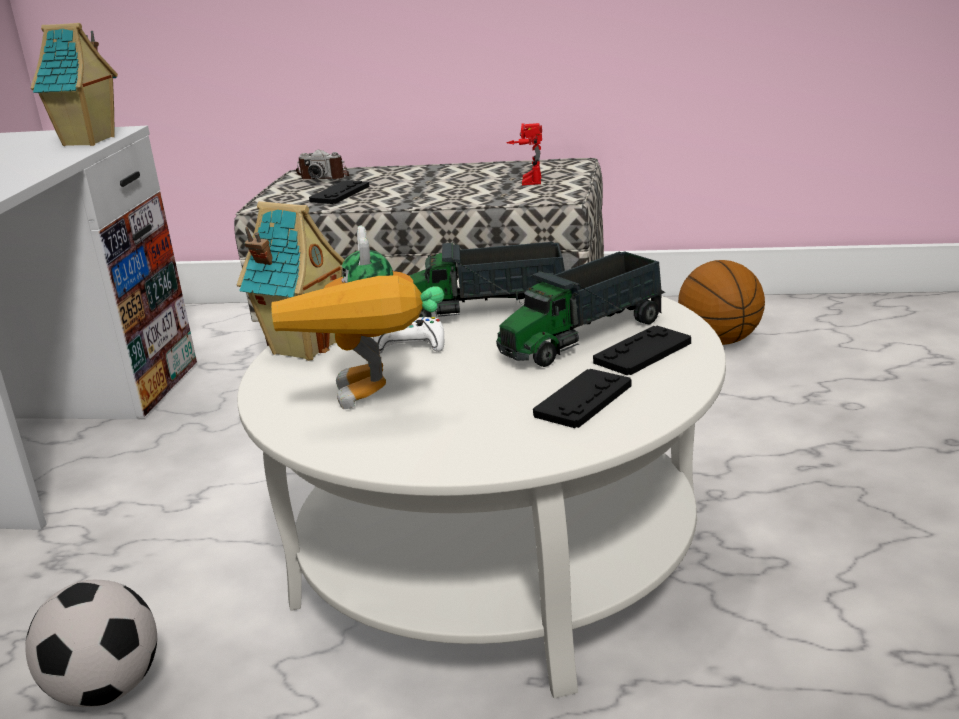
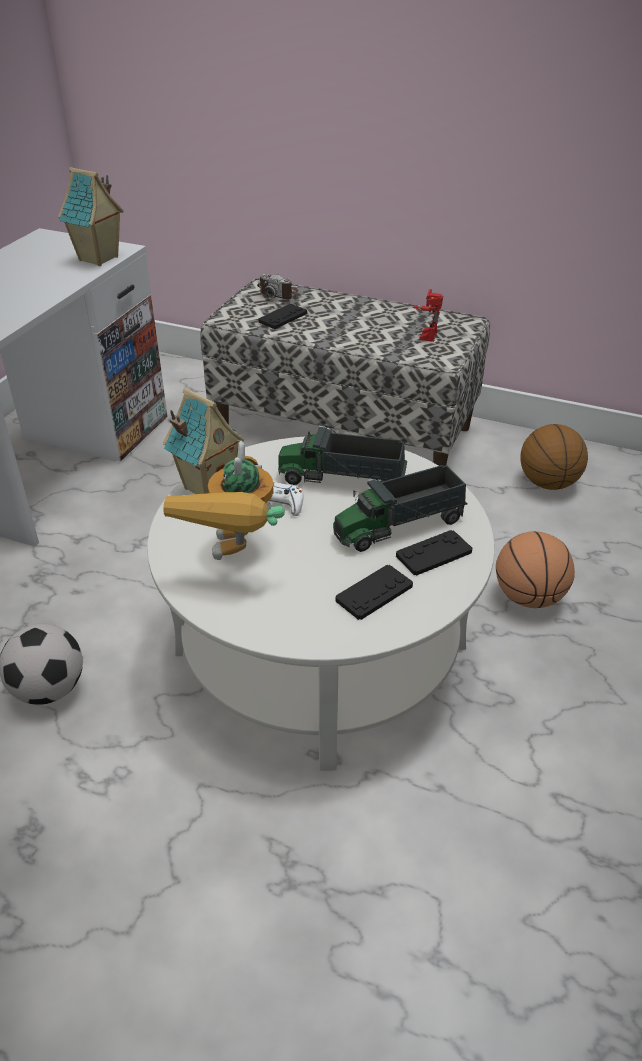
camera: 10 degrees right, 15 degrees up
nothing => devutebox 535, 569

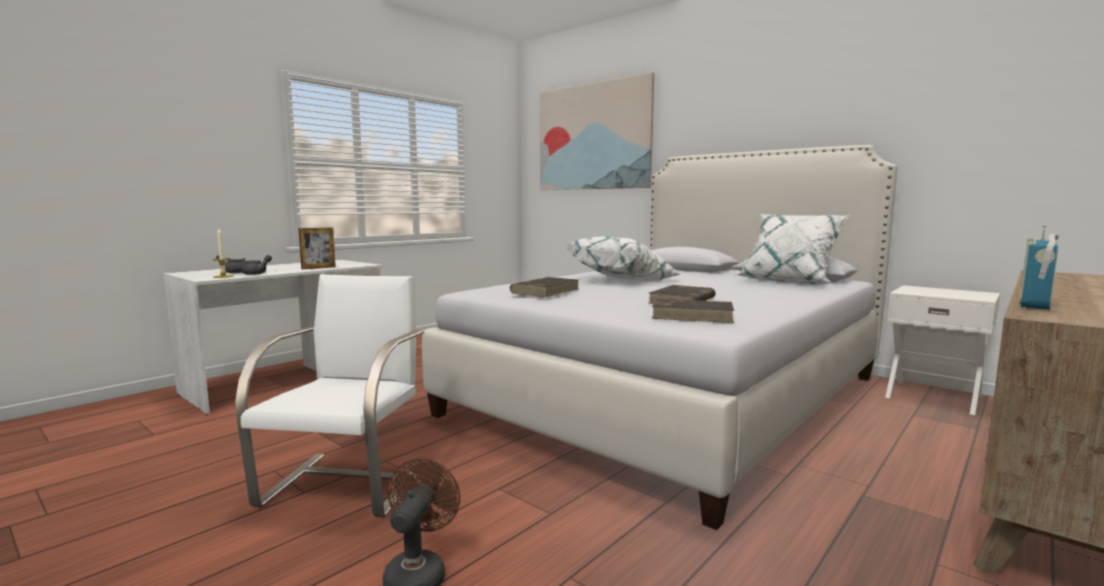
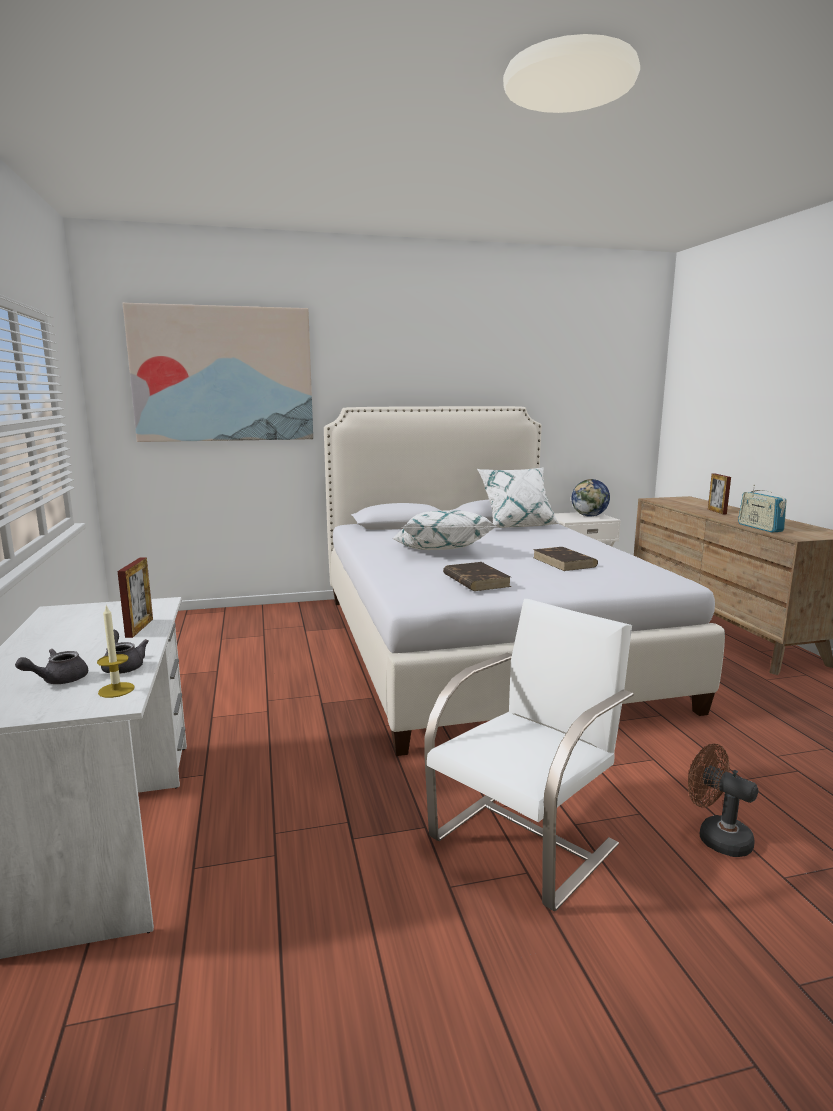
camera: 55 degrees left, 5 degrees up
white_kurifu 329, 395 => white_kurifu 529, 755, 90 degrees clockwise
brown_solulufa 693, 311 => nothing
nothing => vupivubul 591, 498
nothing => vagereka 719, 494

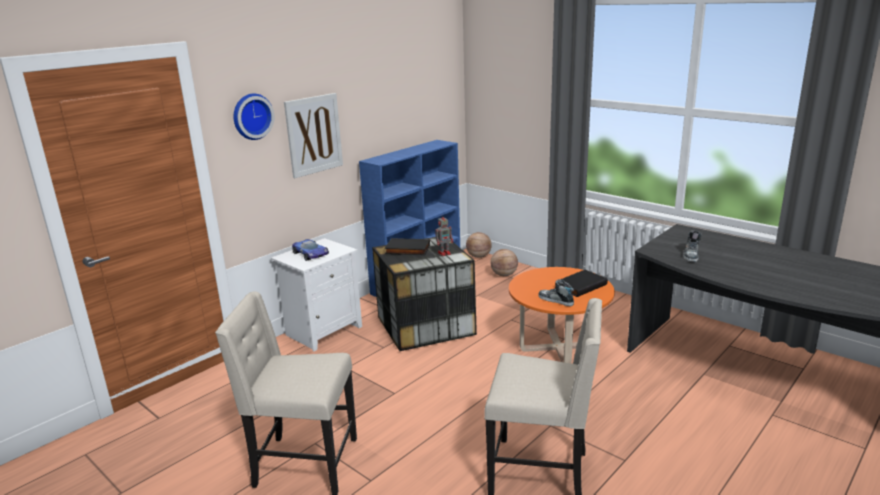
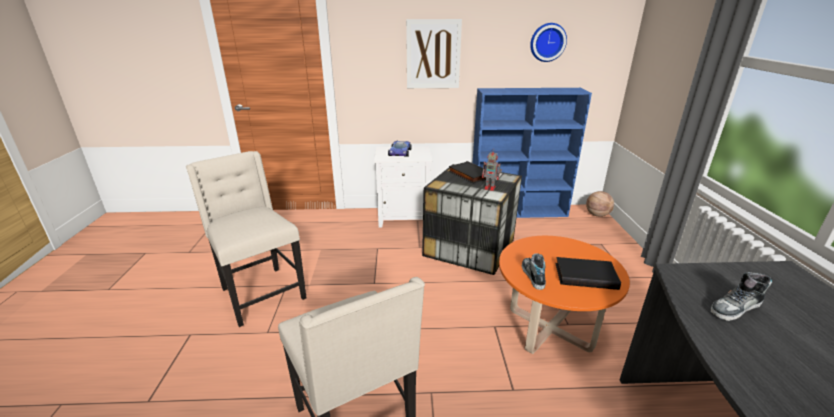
camera: 45 degrees right, 5 degrees up
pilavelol 254, 116 => pilavelol 548, 42, relocated
devutebox 504, 262 => nothing

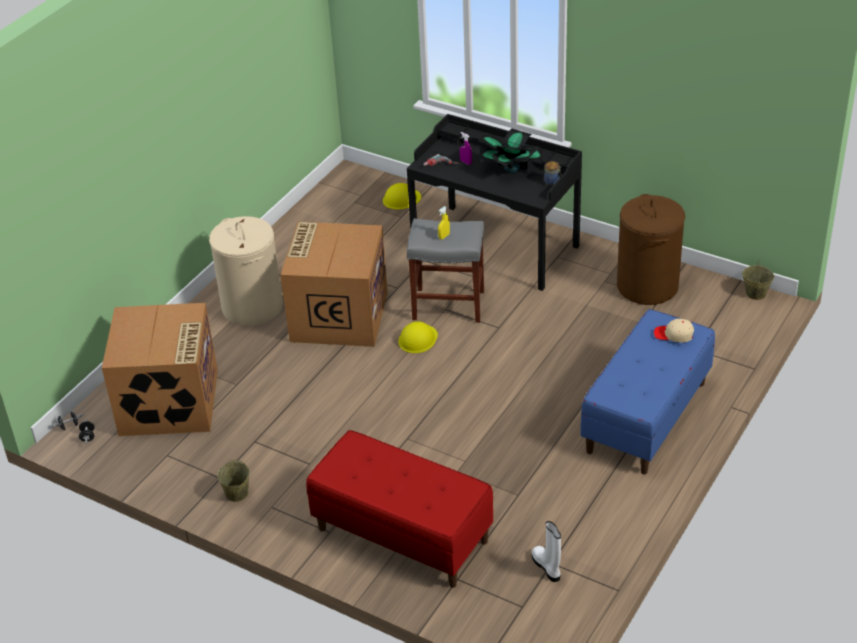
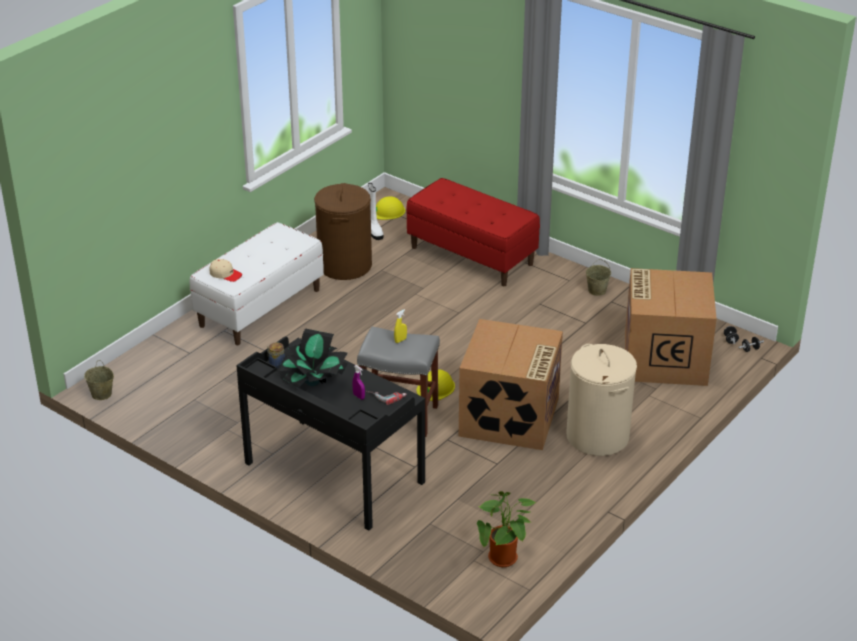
camera: 175 degrees left, 5 degrees down
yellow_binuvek 402, 196 => yellow_binuvek 390, 208, relocated
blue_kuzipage 647, 391 => white_kuzipage 257, 283
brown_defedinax 651, 249 => brown_defedinax 343, 231, relocated
nothing => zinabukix 506, 529

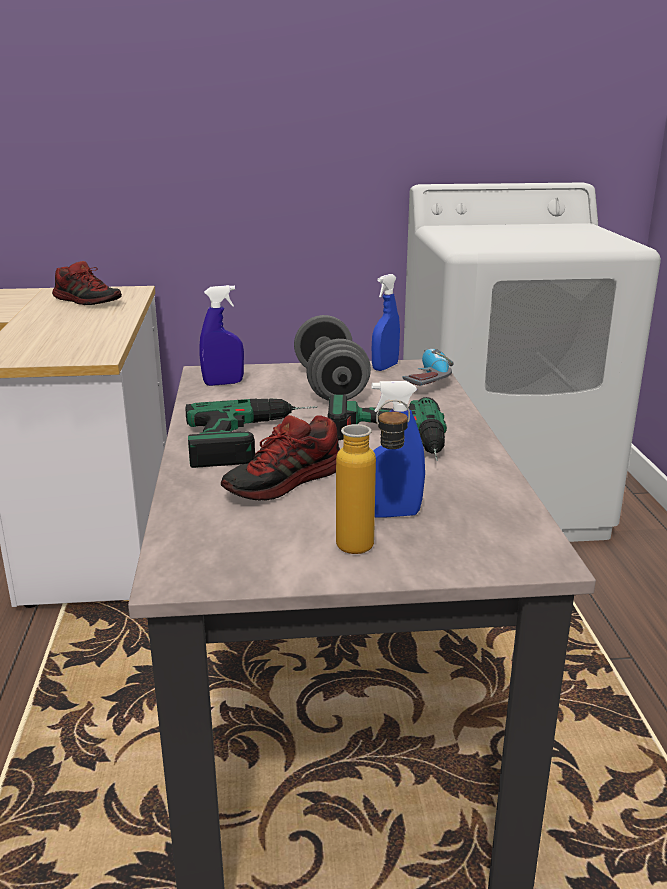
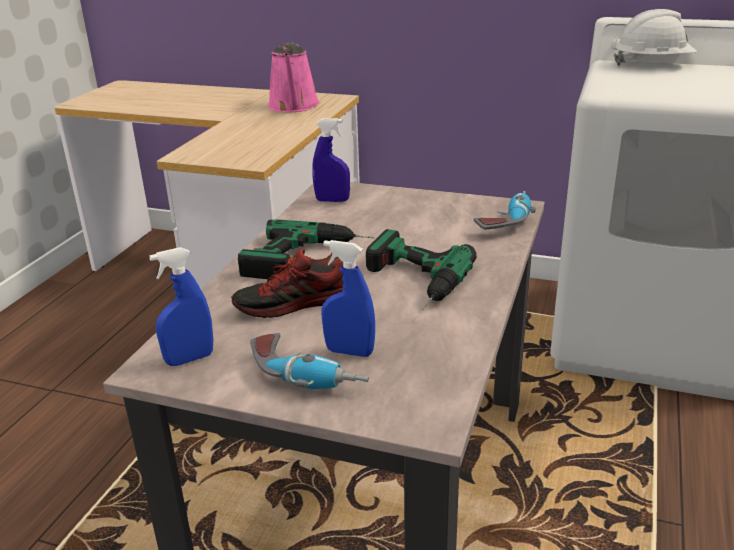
camera: 25 degrees right, 5 degrees up
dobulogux 87, 283 => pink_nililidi 294, 77
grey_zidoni 332, 358 => nothing
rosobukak 373, 477 => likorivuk 309, 361
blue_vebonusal 386, 322 => blue_vebonusal 181, 306, relocated
nothing => white_binuvek 655, 37

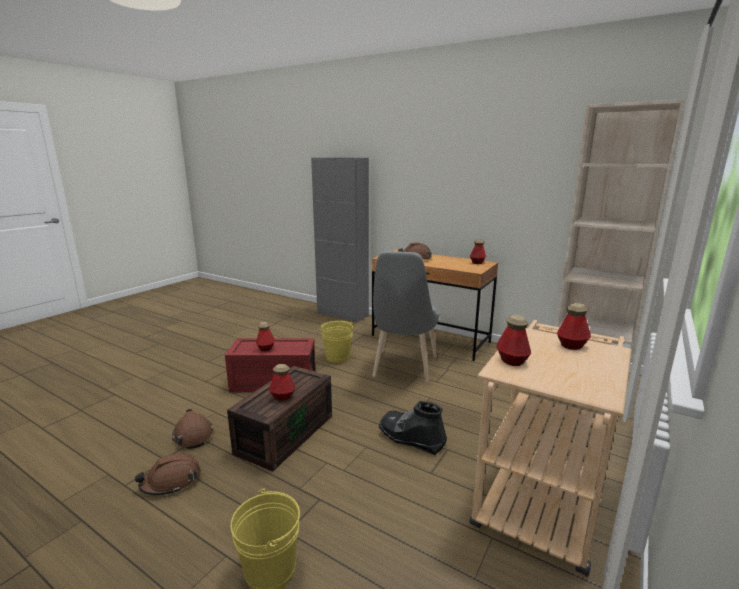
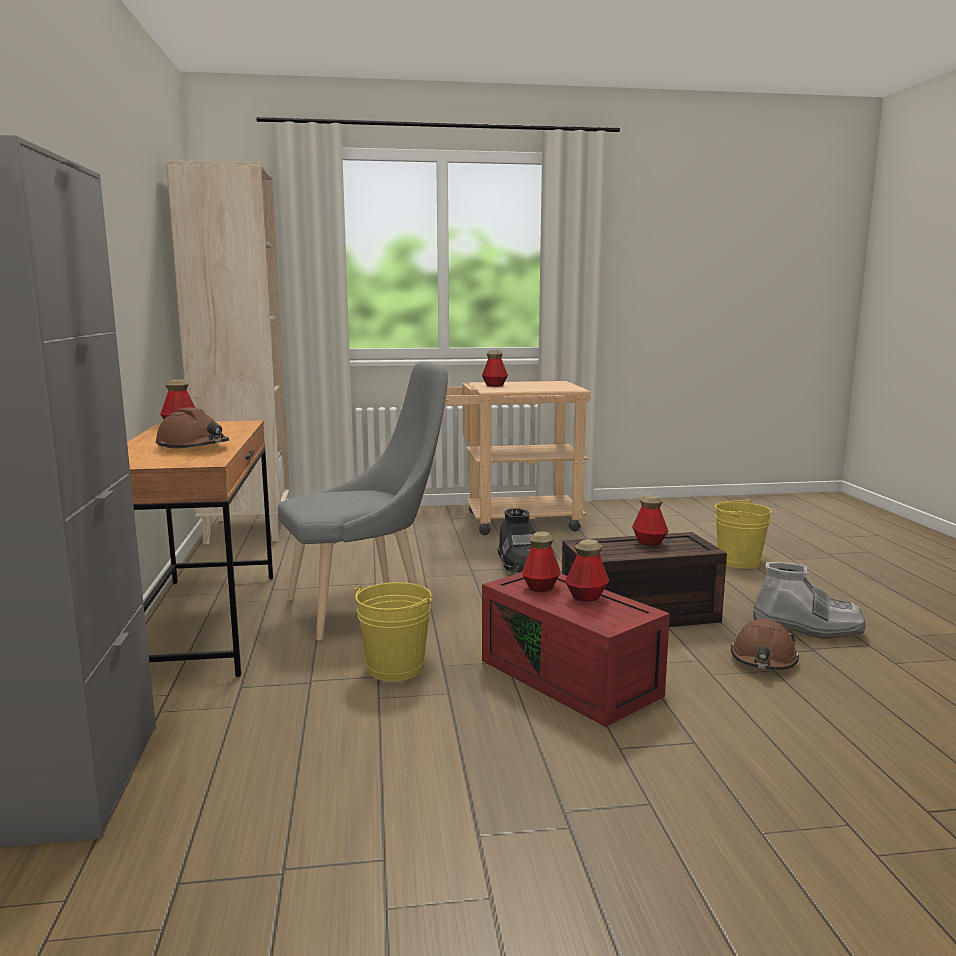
camera: 130 degrees left, 5 degrees down
brown_binuvek 168, 474 => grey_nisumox 809, 600
rosobukak 514, 340 => rosobukak 541, 561, relocated

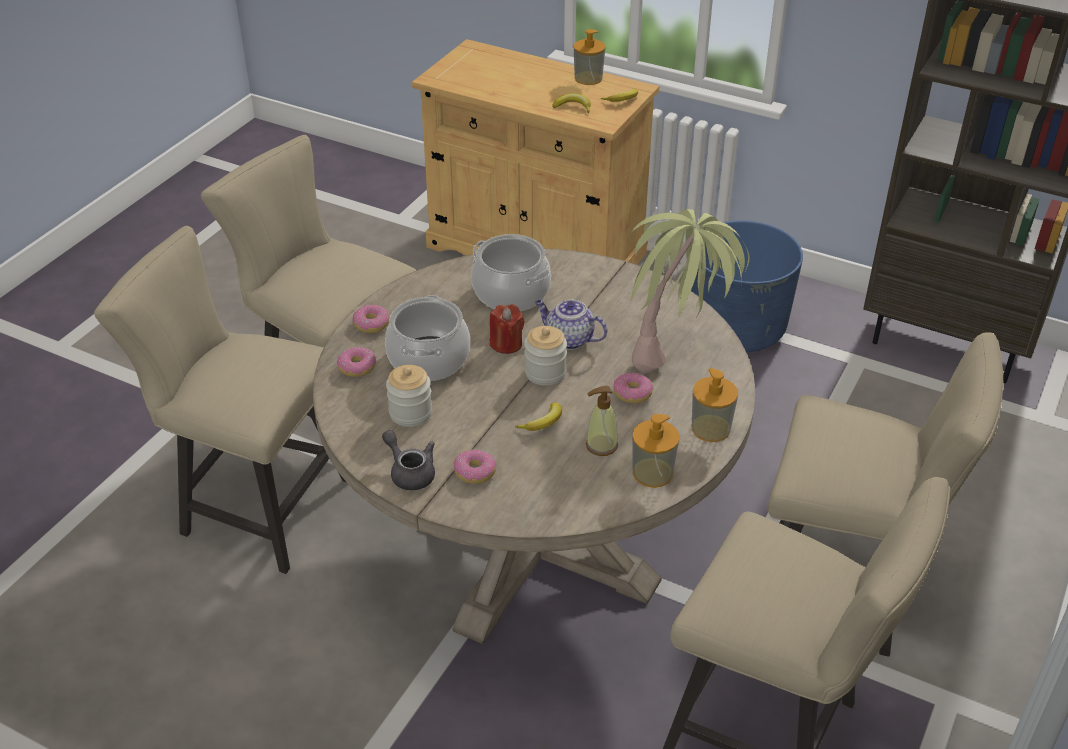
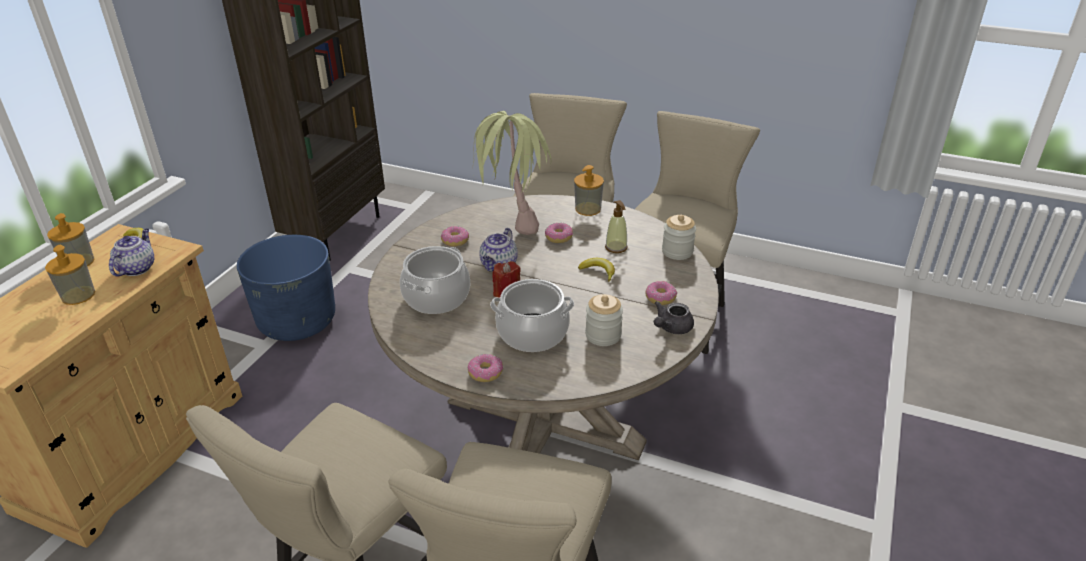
camera: 95 degrees left, 5 degrees down
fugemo 356, 362 => fugemo 455, 236, relocated
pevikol 545, 356 => pevikol 679, 237, relocated
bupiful 571, 103 => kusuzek 131, 253
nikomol 656, 451 => nikomol 70, 275, relocated

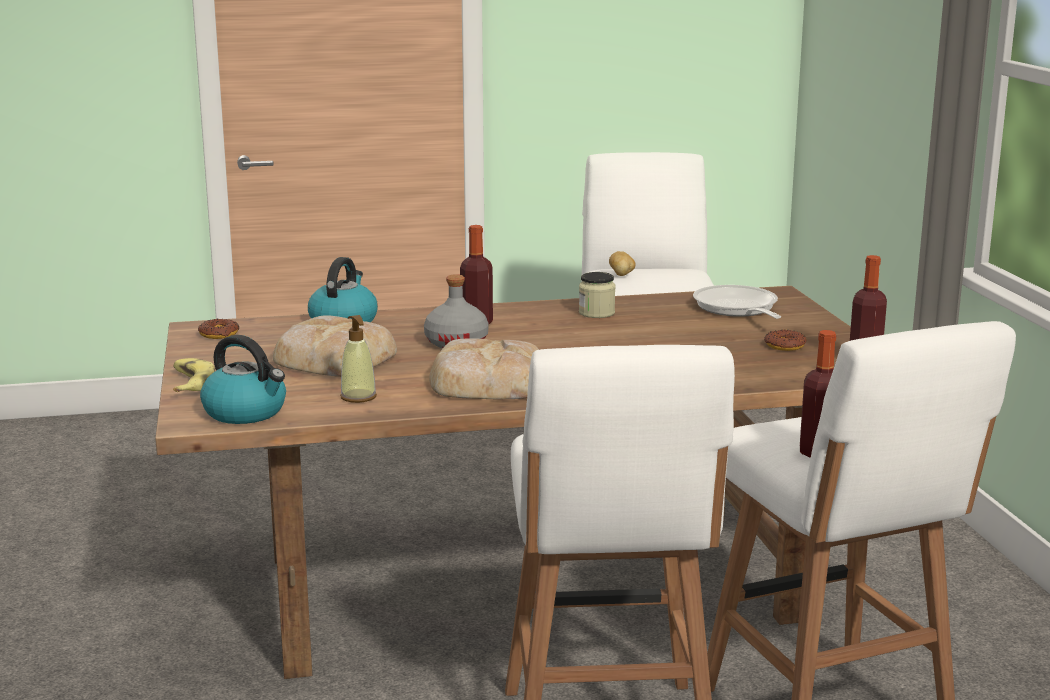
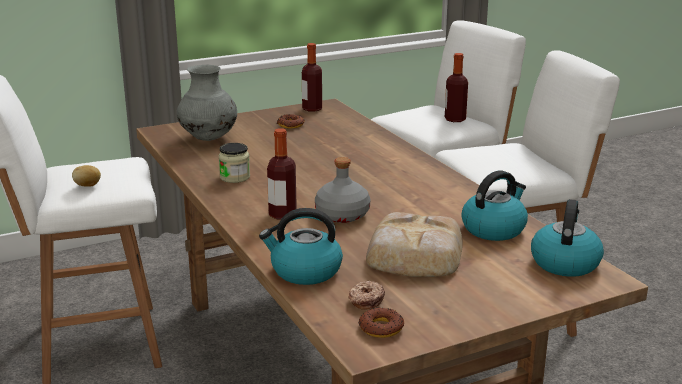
camera: 105 degrees left, 5 degrees up
bupiful 194, 375 => nothing
nikomol 358, 359 => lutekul 494, 205
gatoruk 484, 369 => nothing
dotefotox 737, 302 => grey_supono 206, 103
nothing => fugemo 366, 295

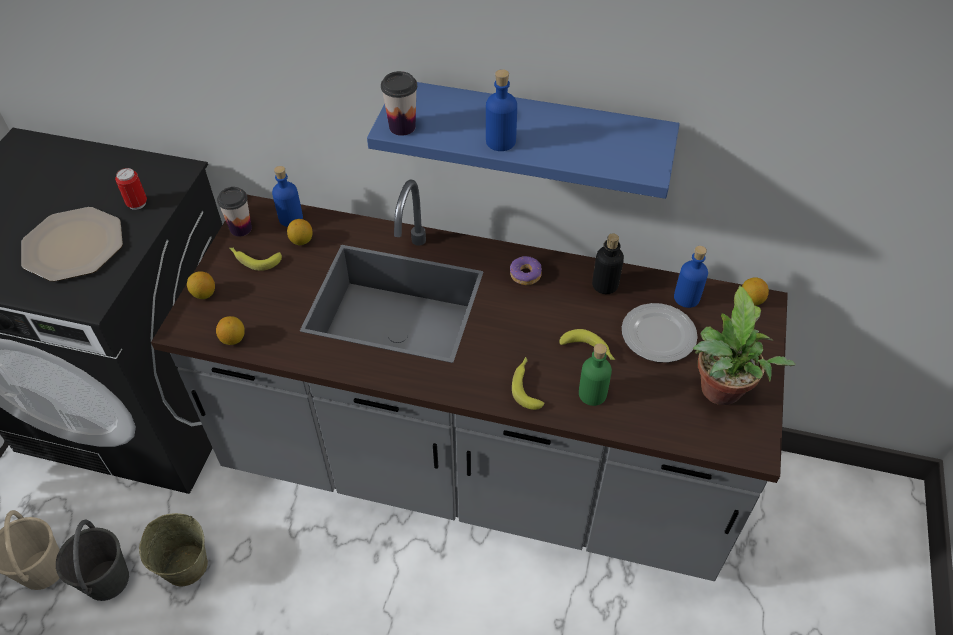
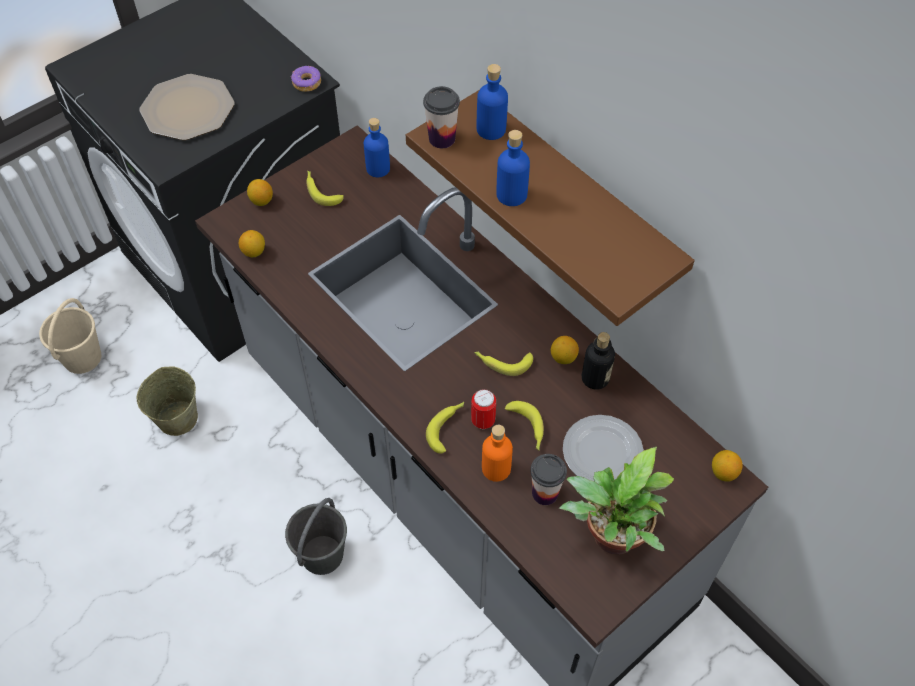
camera: 35 degrees right, 5 degrees up
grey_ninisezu 92, 560 => grey_ninisezu 316, 536, relocated
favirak 131, 189 => favirak 483, 409, relocated
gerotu 234, 212 => gerotu 548, 479, relocated
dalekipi 299, 232 => dalekipi 565, 350, relocated
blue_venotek 523, 140 => brown_venotek 550, 208
fugemo 526, 270 => fugemo 306, 79, relocated
green_rosobukak 595, 375 => orange_rosobukak 497, 453
blue_rosobukak 691, 277 => blue_rosobukak 492, 102, relocated
nothing => bupiful 503, 363

